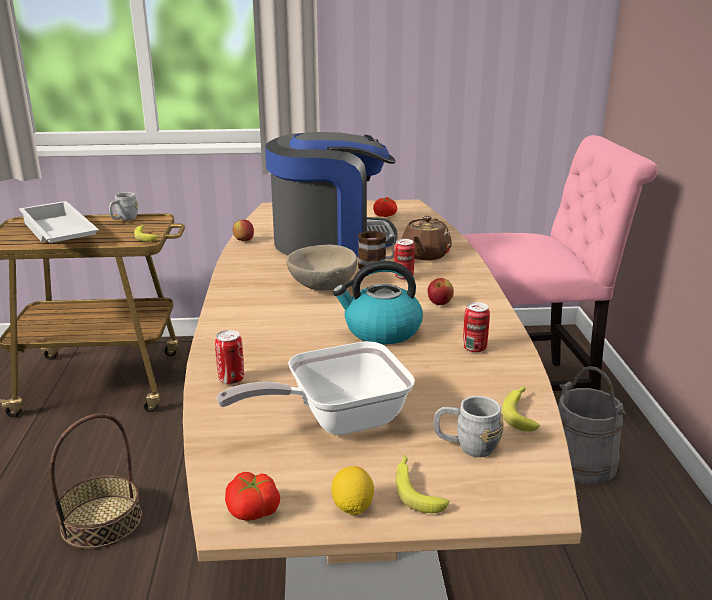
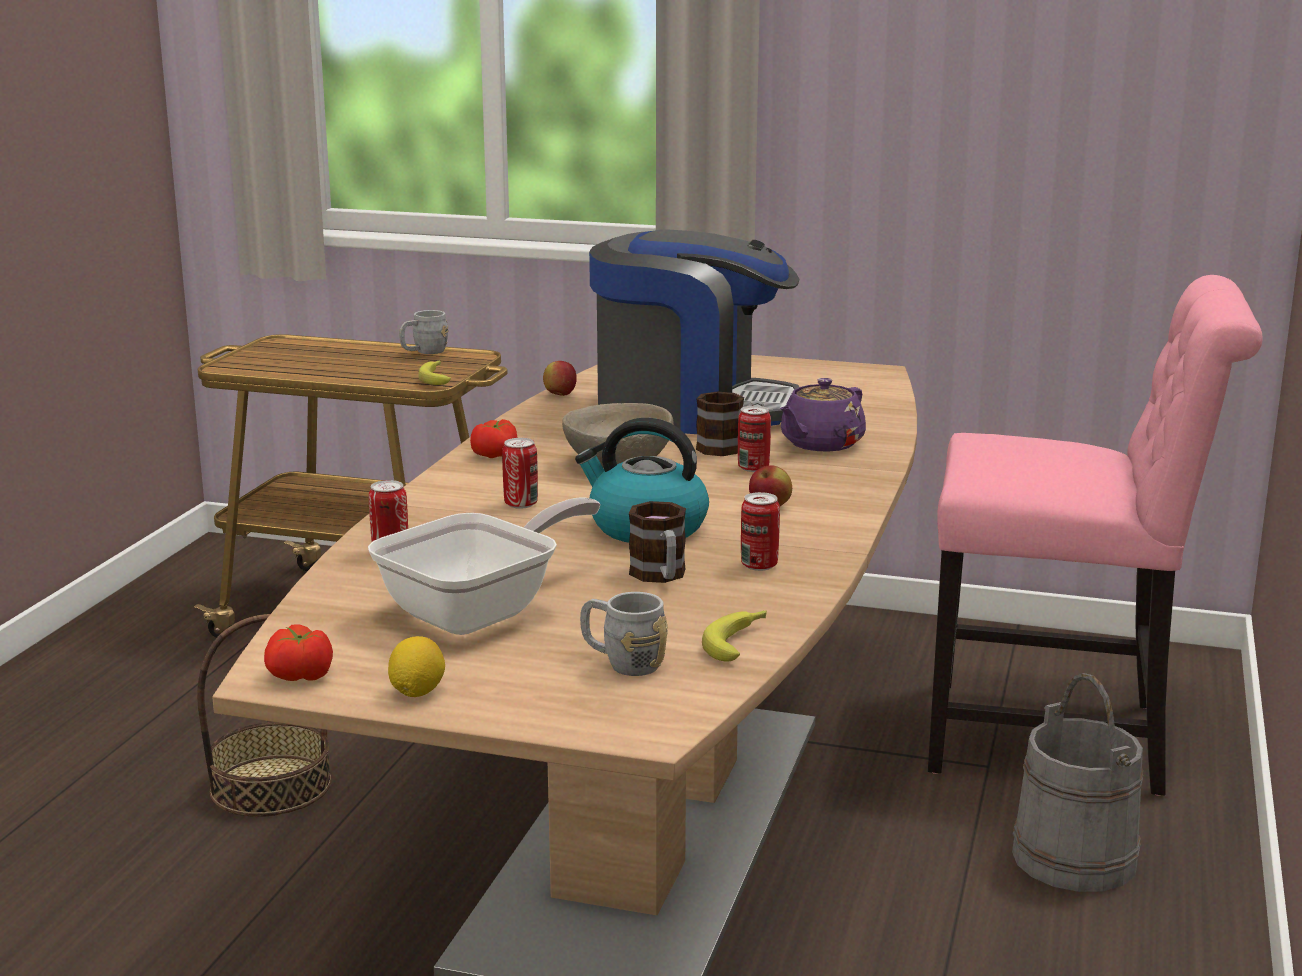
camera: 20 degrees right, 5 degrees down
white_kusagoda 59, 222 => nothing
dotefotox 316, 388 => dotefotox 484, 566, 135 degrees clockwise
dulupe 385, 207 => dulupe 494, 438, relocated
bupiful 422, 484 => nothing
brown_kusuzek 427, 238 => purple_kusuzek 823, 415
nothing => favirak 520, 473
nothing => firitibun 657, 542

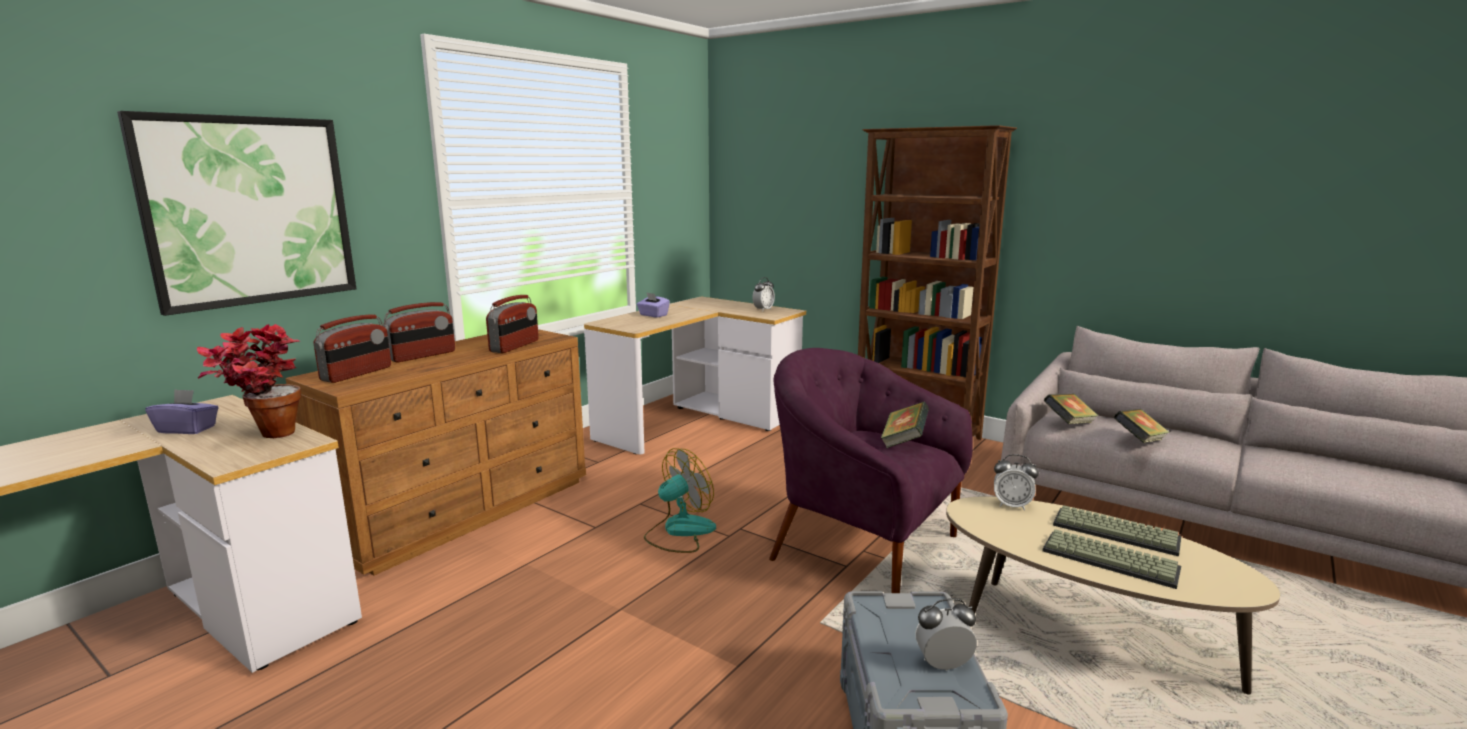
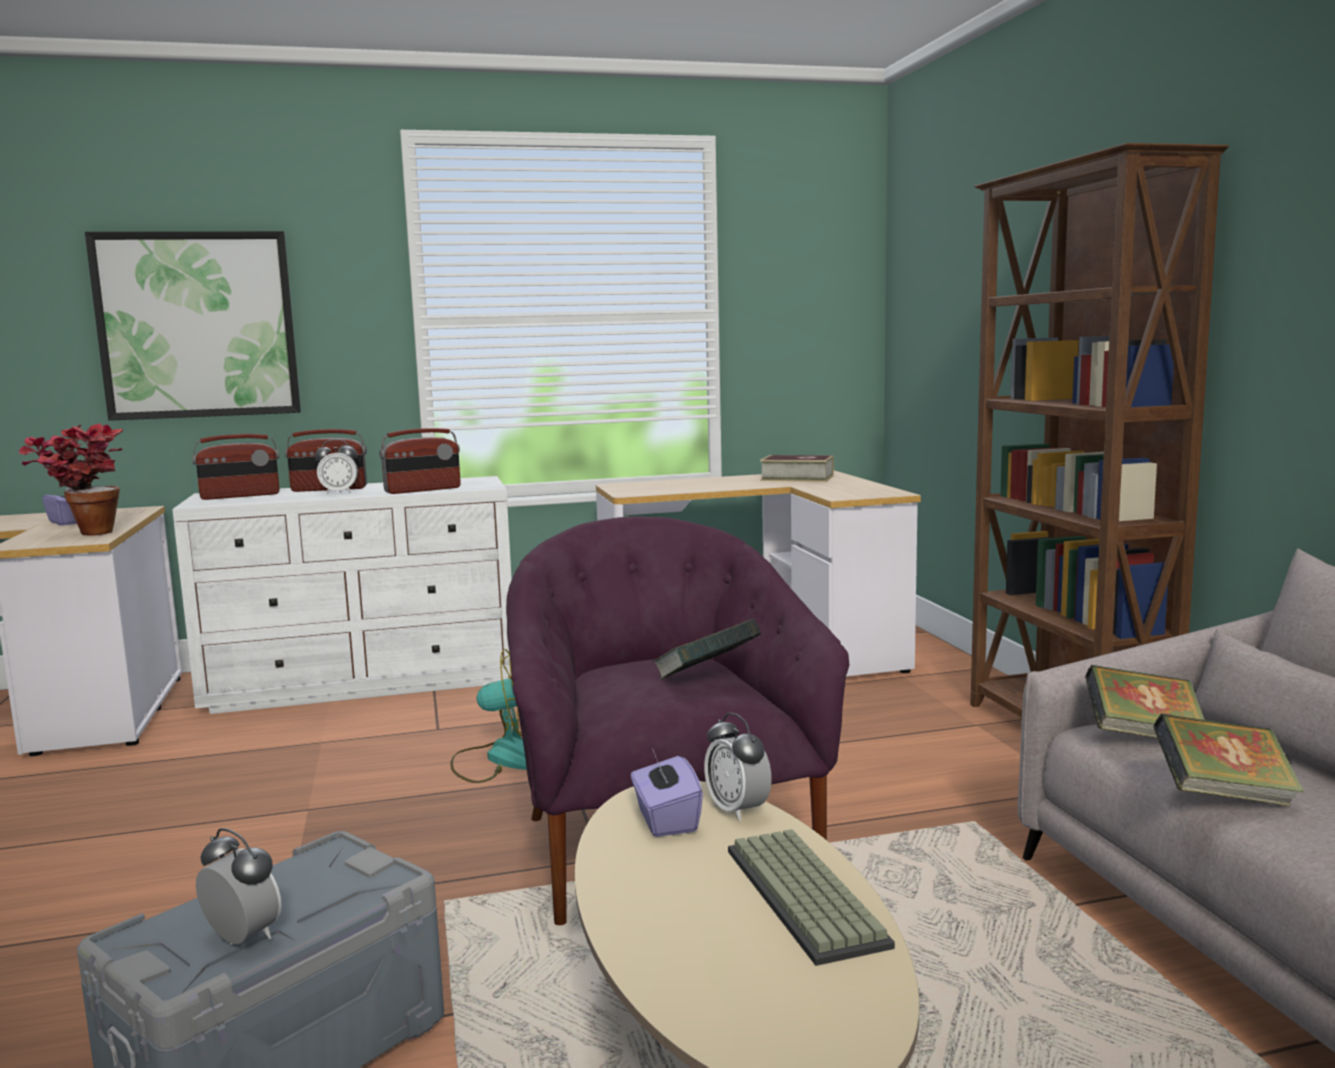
camera: 40 degrees right, 5 degrees down
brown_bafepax 435, 452 => white_bafepax 342, 595
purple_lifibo 653, 305 => purple_lifibo 667, 792, relocated
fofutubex 763, 294 => fofutubex 336, 466, relocated
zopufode 1112, 559 => nothing
nothing => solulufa 797, 468

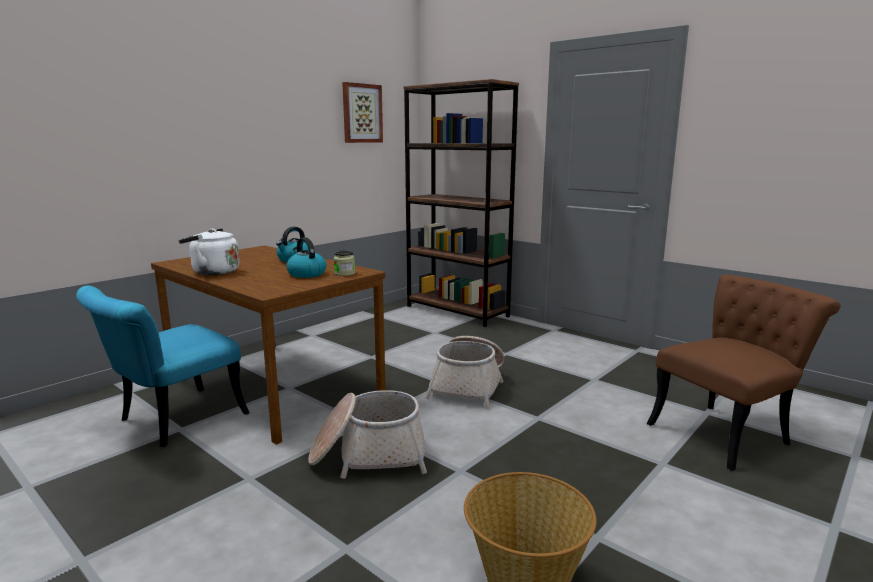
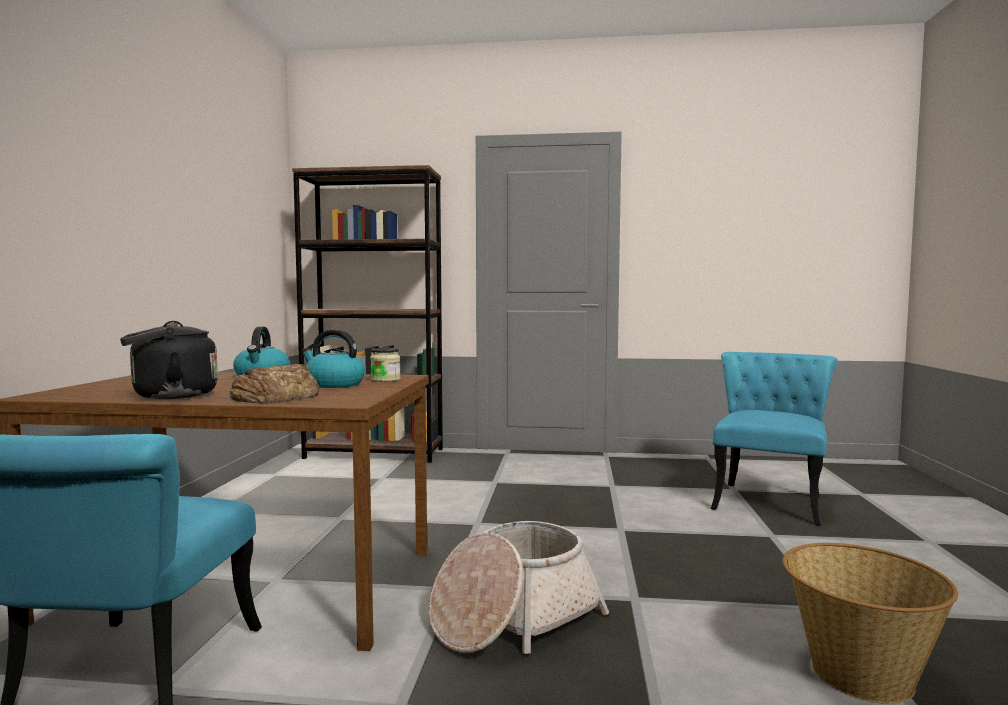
camera: 35 degrees left, 10 degrees down
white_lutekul 209, 251 => black_lutekul 169, 360
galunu 362, 112 => nothing
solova 464, 372 => nothing
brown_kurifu 744, 373 => turquoise_kurifu 774, 439
nothing => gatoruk 274, 383

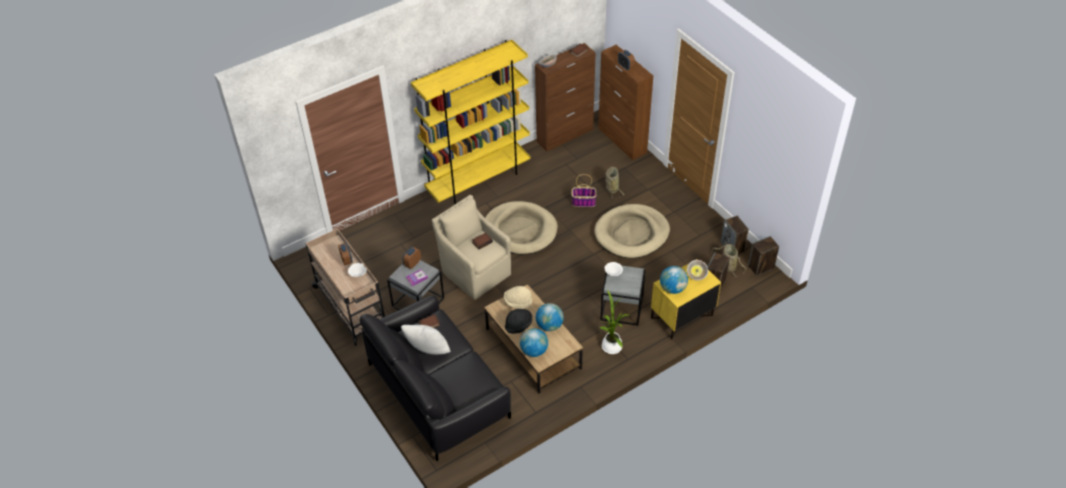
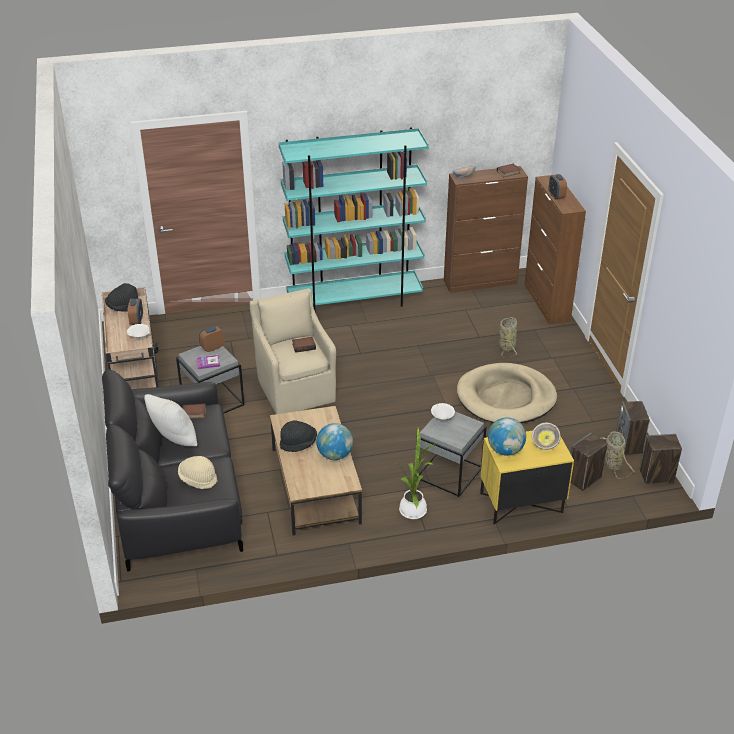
camera: 20 degrees right, 10 degrees down
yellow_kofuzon 471, 122 => turquoise_kofuzon 354, 220
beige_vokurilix 521, 228 => nothing
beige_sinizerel 518, 297 => beige_sinizerel 198, 472, relocated
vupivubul 534, 342 => nothing
solova 584, 190 => nothing
nothing => black_sinizerel 121, 297

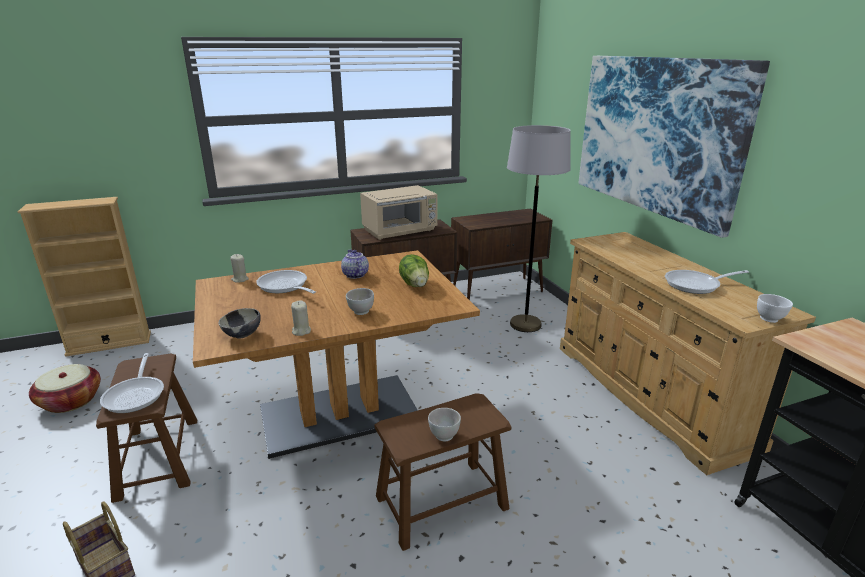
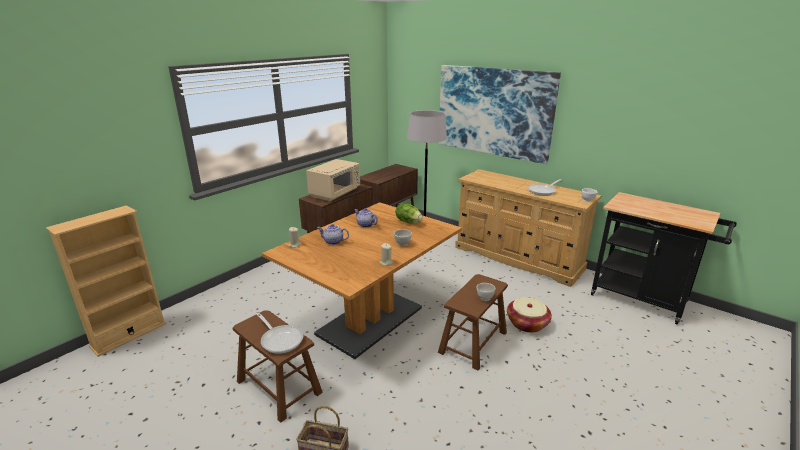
camera: 30 degrees left, 0 degrees up
solova 65, 388 => solova 529, 315, relocated
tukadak 239, 323 => nothing
dotefotox 286, 282 => kusuzek 333, 234

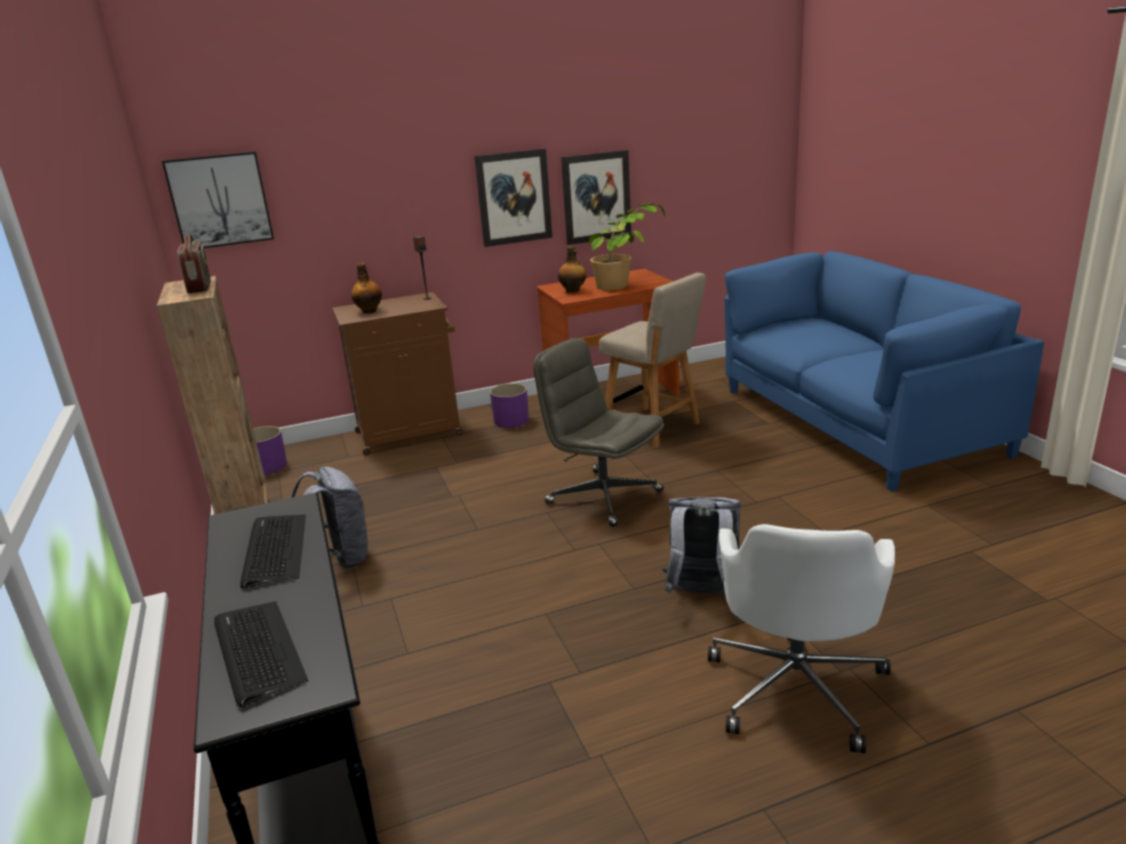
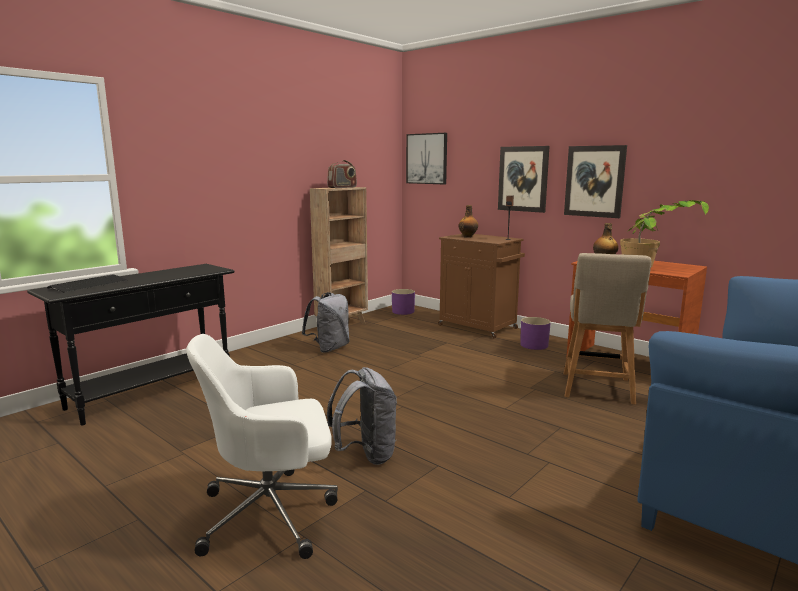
camera: 60 degrees right, 10 degrees down
zopufode 273, 552 => nothing
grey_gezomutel 598, 432 => nothing
galunu 596, 197 => galunu 524, 179, relocated

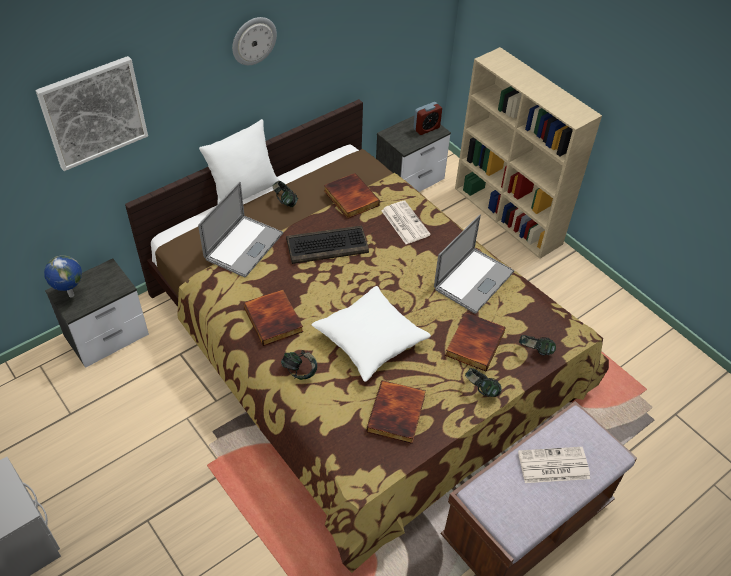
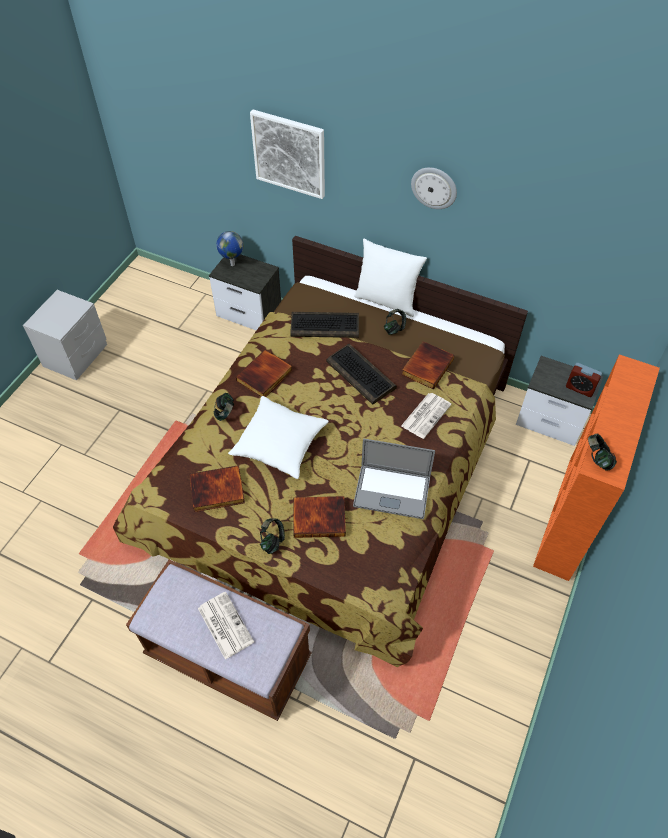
camera: 65 degrees right, 5 degrees up
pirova 240, 229 => zopufode 324, 325
beige_kofuzon 528, 153 => orange_kofuzon 596, 468
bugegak 537, 345 => bugegak 602, 452, relocated

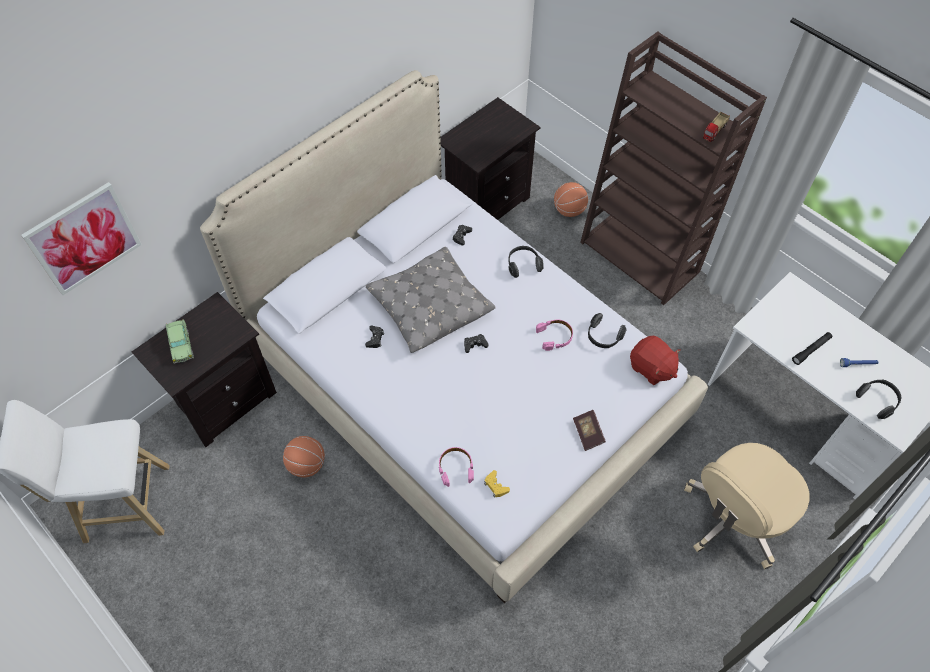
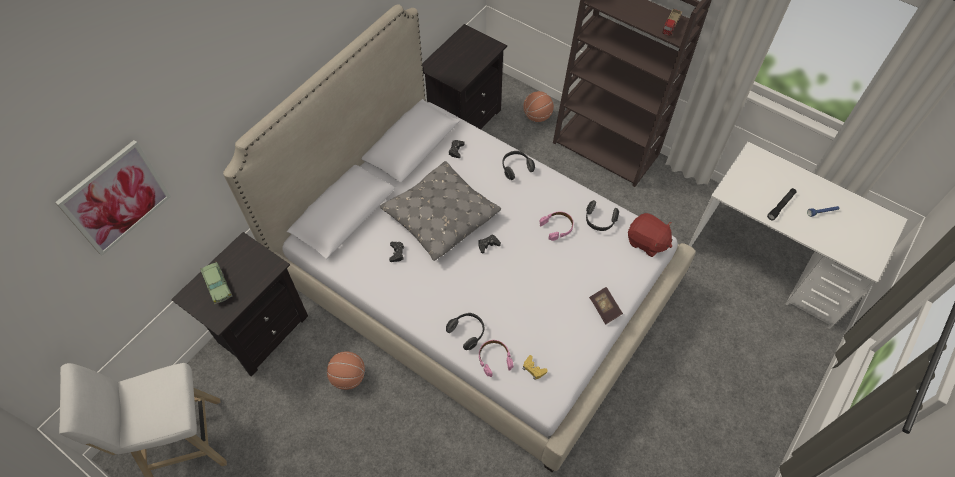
camera: 10 degrees left, 0 degrees up
beige_gezomutel 746, 506 => nothing
bugegak 879, 399 => bugegak 465, 331, relocated

